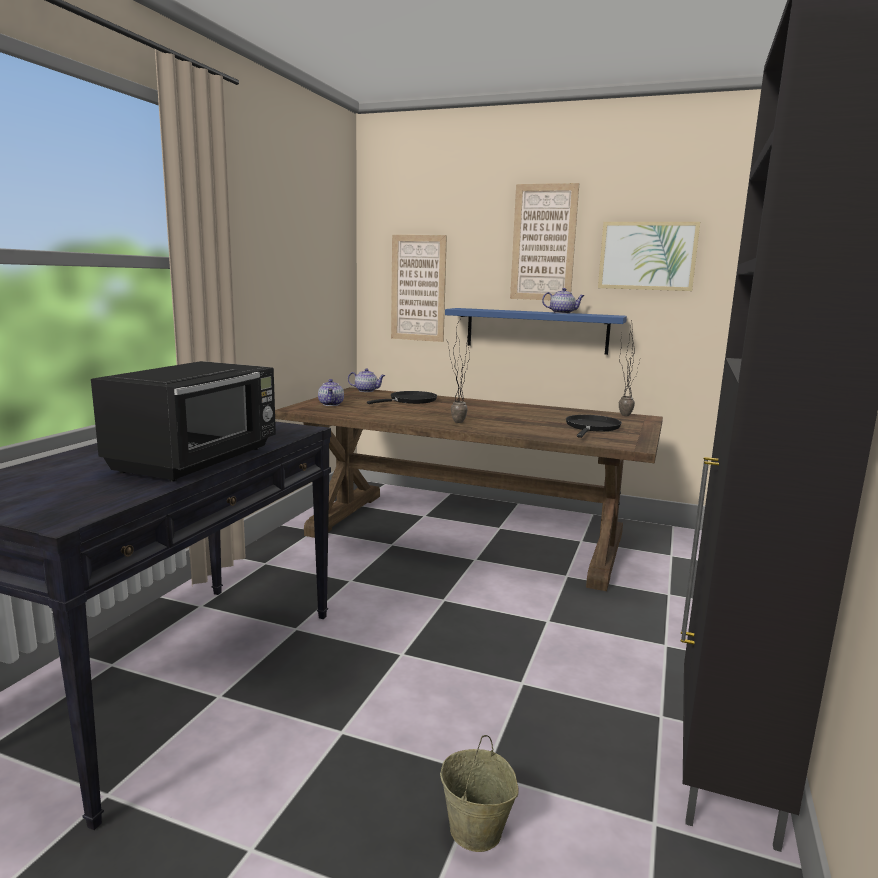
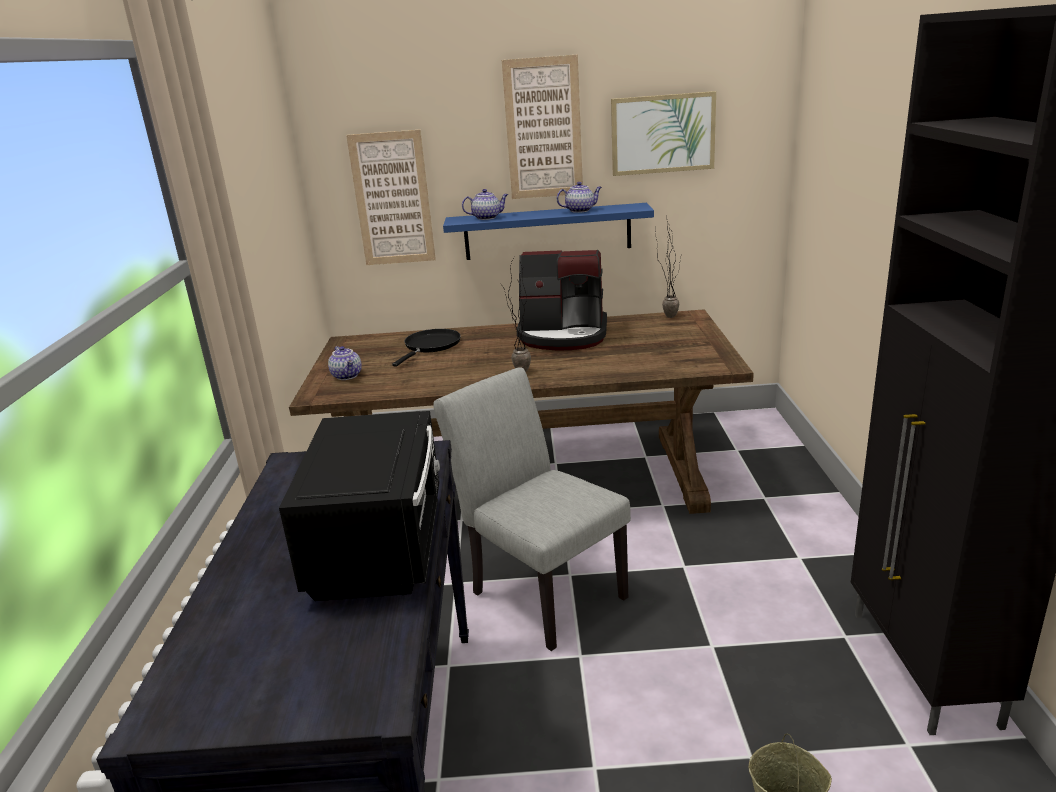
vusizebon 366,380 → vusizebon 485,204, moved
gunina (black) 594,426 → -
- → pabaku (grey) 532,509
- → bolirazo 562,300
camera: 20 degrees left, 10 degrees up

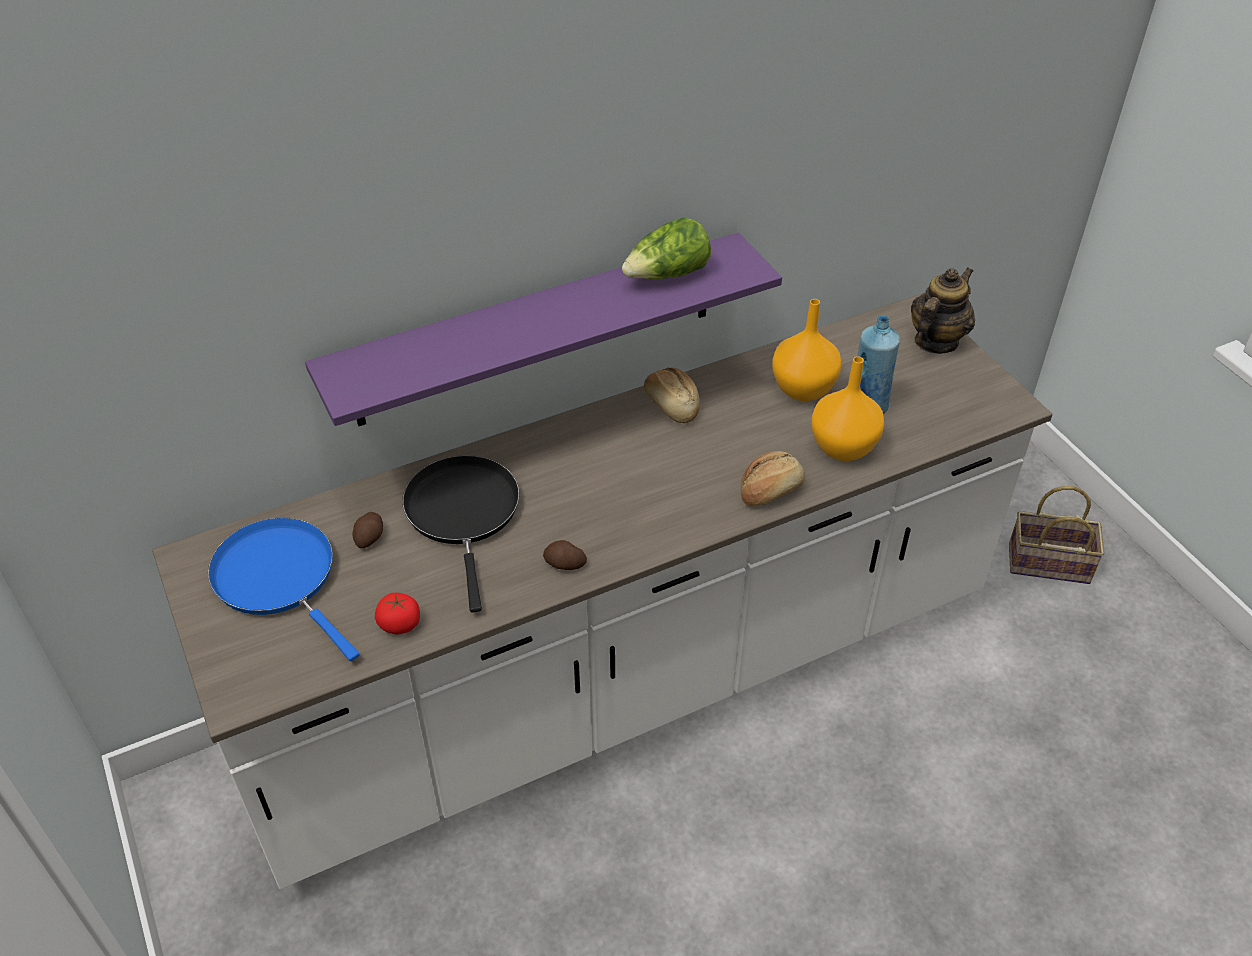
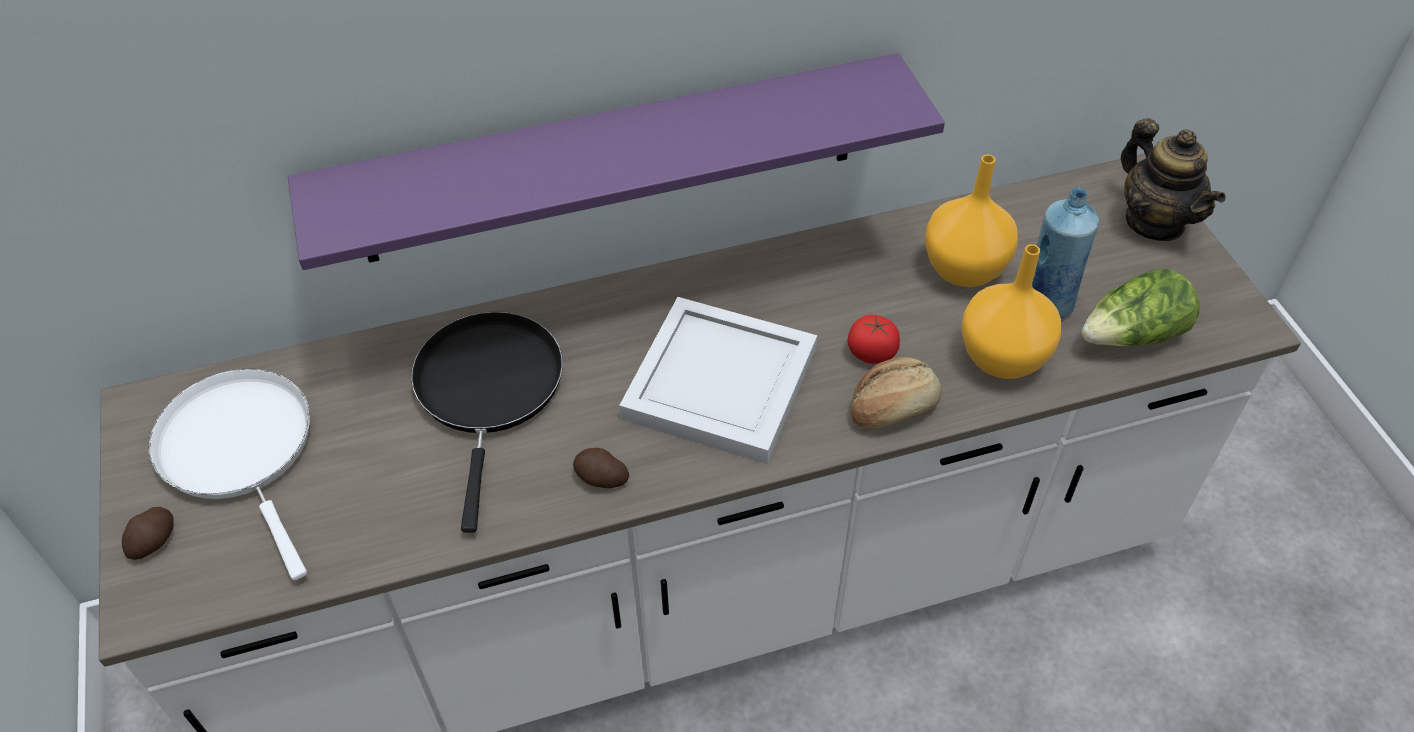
gunina (blue) 283,589 → gunina (white) 229,474
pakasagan 367,530 → pakasagan 148,533, moved
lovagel 397,613 → lovagel 874,339, moved
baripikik 666,248 → baripikik 1140,308, moved
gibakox 672,395 → -
vusizebon 943,310 → vusizebon 1173,179, 105 degrees clockwise
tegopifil 1056,535 → -
- → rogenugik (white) 718,380
camera: 10 degrees right, 5 degrees up

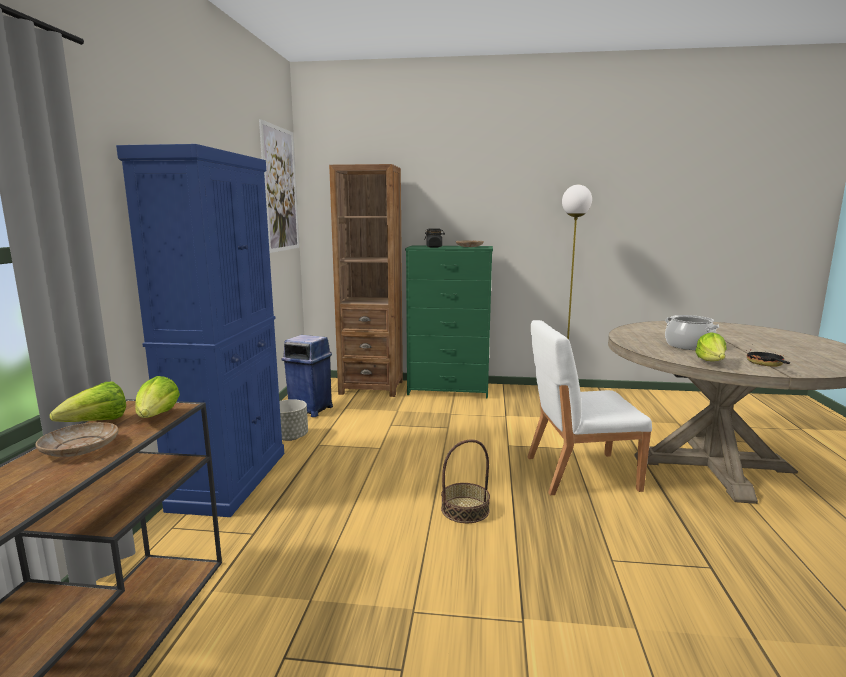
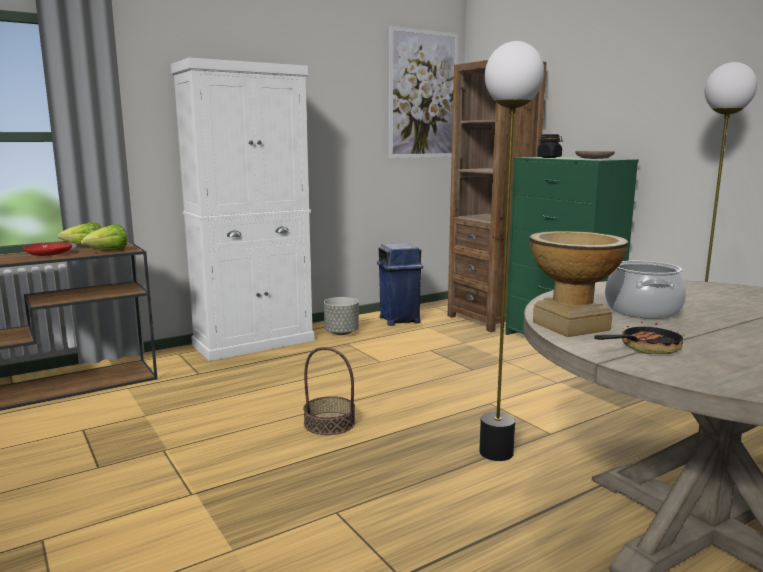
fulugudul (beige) 77,439 → fulugudul (red) 47,249
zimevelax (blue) 200,330 → zimevelax (white) 243,209
pabaku (white) 589,407 → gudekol 511,251
baripikik 711,346 → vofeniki 578,284
camera: 50 degrees right, 0 degrees up

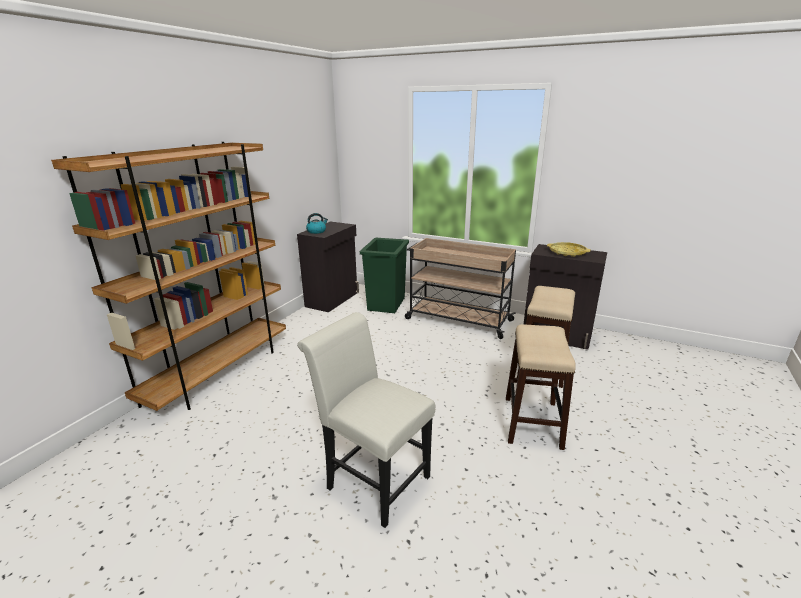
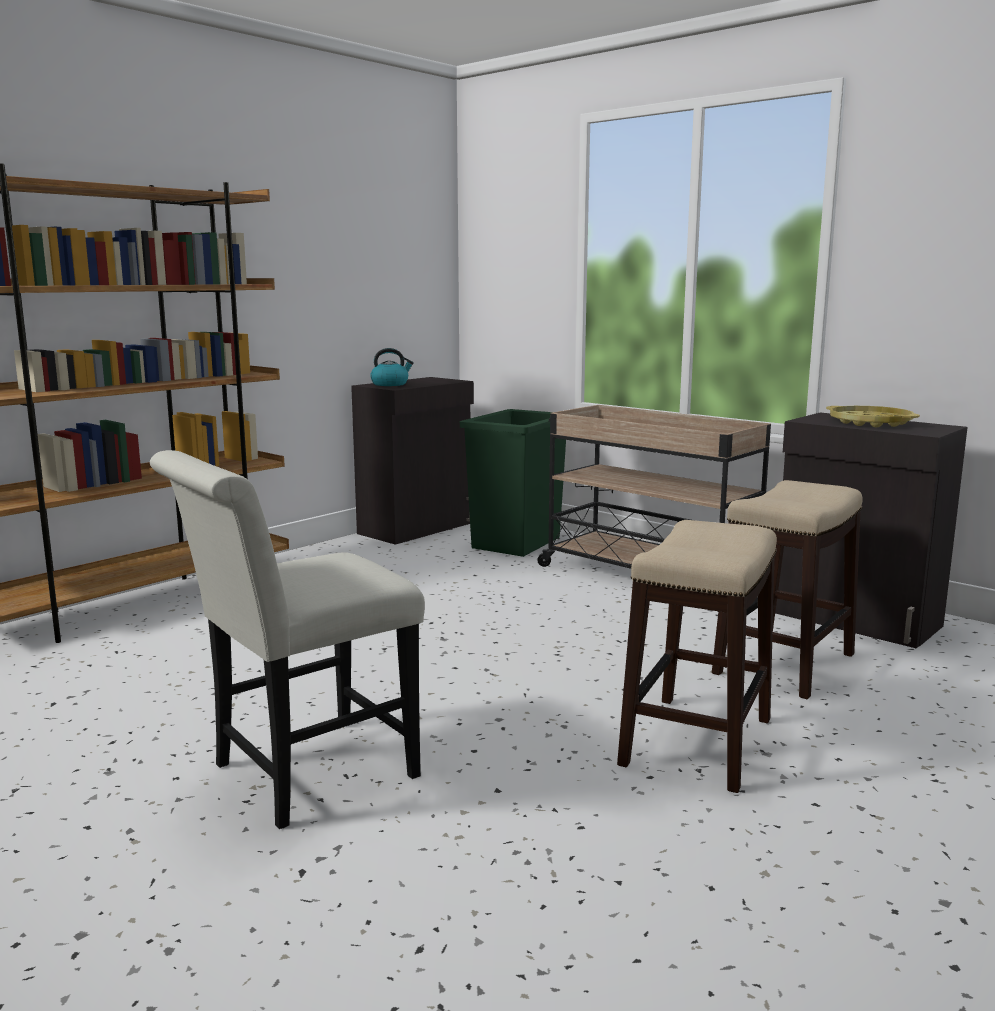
pabaku (white) 366,420 → pabaku (white) 287,639, 90 degrees counterclockwise
camera: 15 degrees right, 10 degrees down

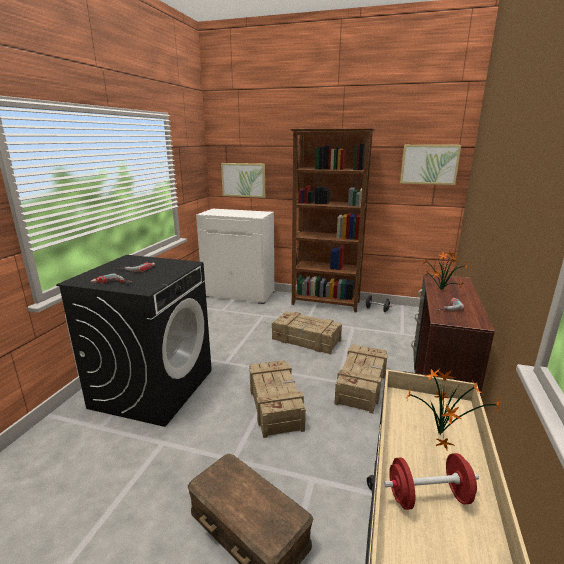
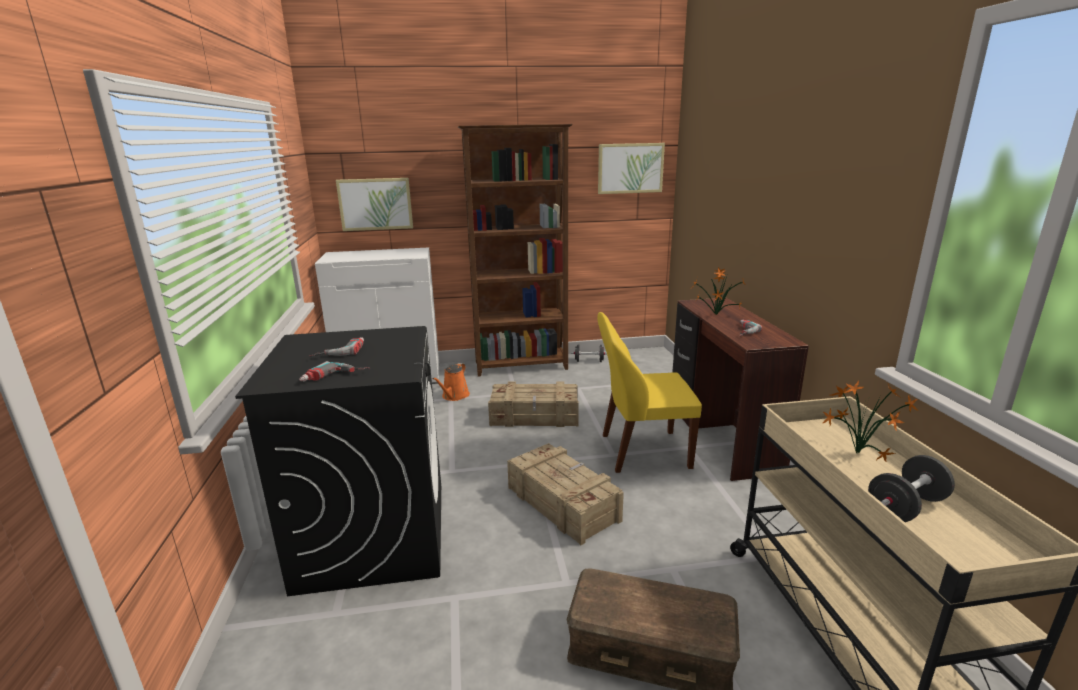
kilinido 361,379 → pabaku (yellow) 649,392
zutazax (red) 431,481 → zutazax (black) 911,488
- → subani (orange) 451,382
camera: 25 degrees left, 0 degrees up

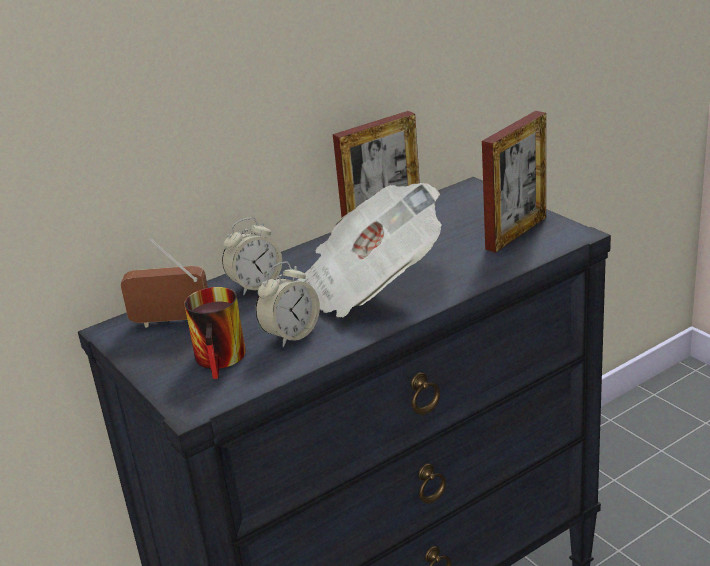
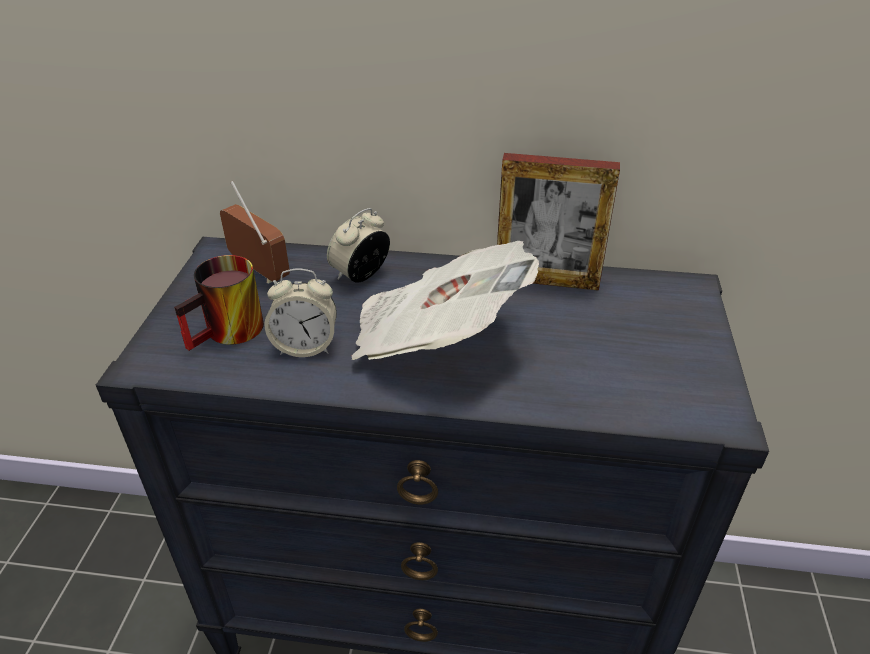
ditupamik 252,256 → ditupamik 358,245, 120 degrees clockwise
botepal 514,182 → -
camera: 40 degrees right, 10 degrees up

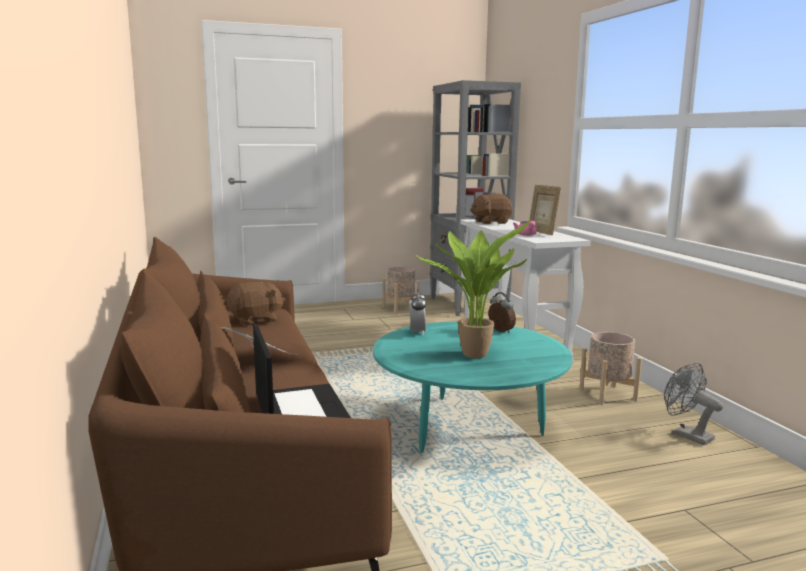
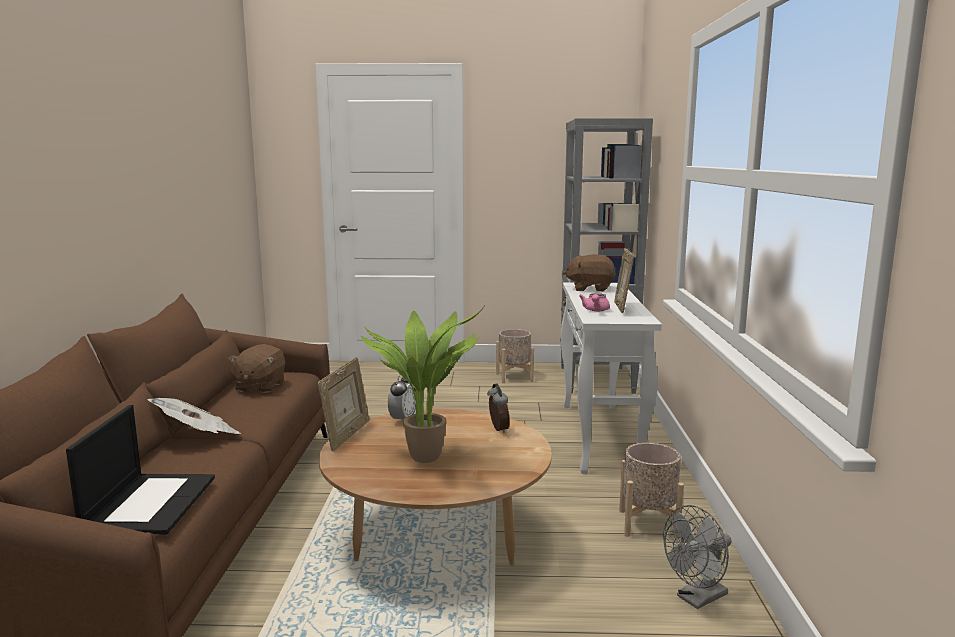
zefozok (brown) 256,304 → zefozok (brown) 256,368, 105 degrees clockwise
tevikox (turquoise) 473,387 → tevikox (brown) 435,487
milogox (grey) 694,403 → milogox (grey) 697,557, 105 degrees counterclockwise
- → botepal 343,404
camera: 20 degrees right, 0 degrees up

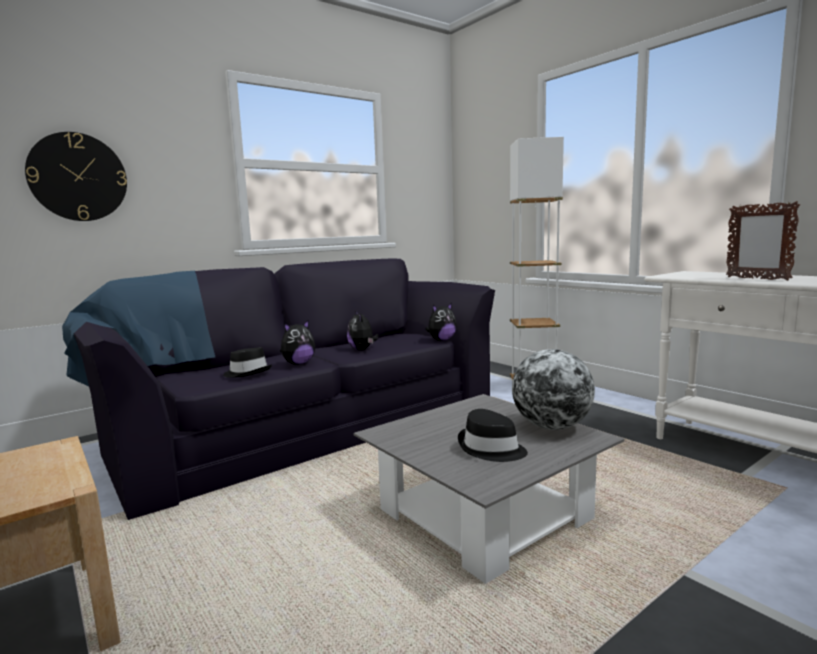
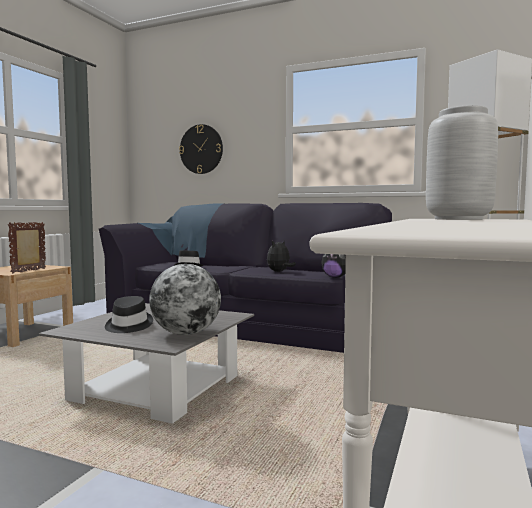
zefozok 297,342 → -
botepal 763,241 → botepal 27,247, moved
- → vofeniki (grey) 462,162
camera: 60 degrees right, 5 degrees down

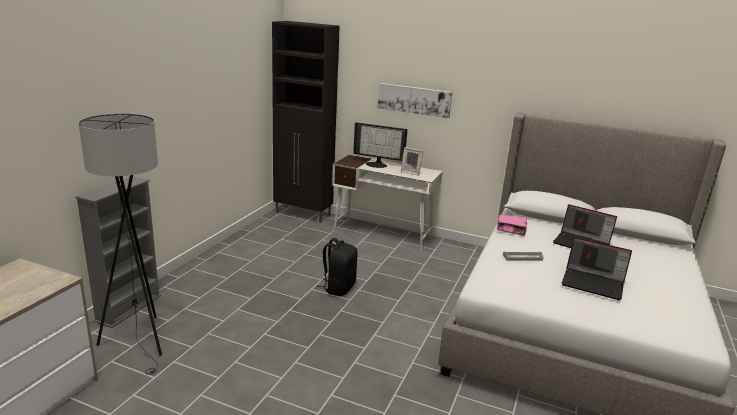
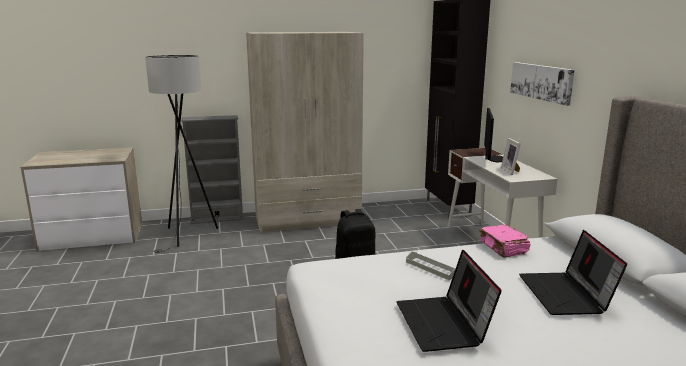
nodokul 380,145 → nodokul 493,135, 150 degrees counterclockwise
- → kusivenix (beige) 305,132
camera: 55 degrees right, 5 degrees down

